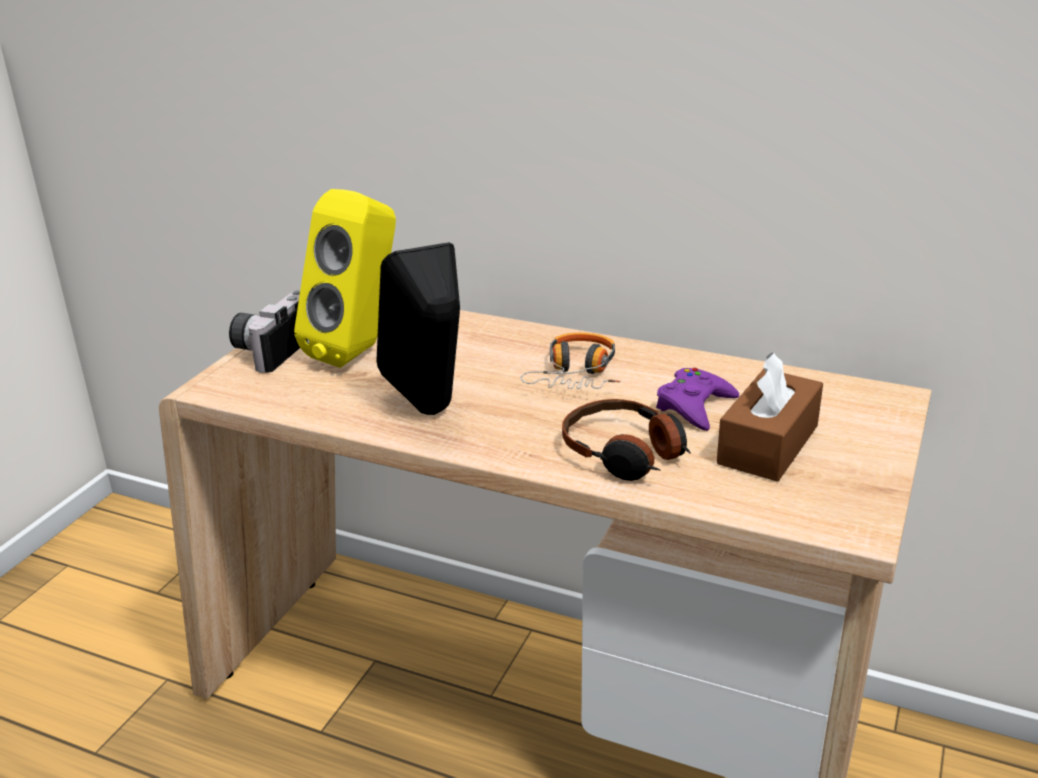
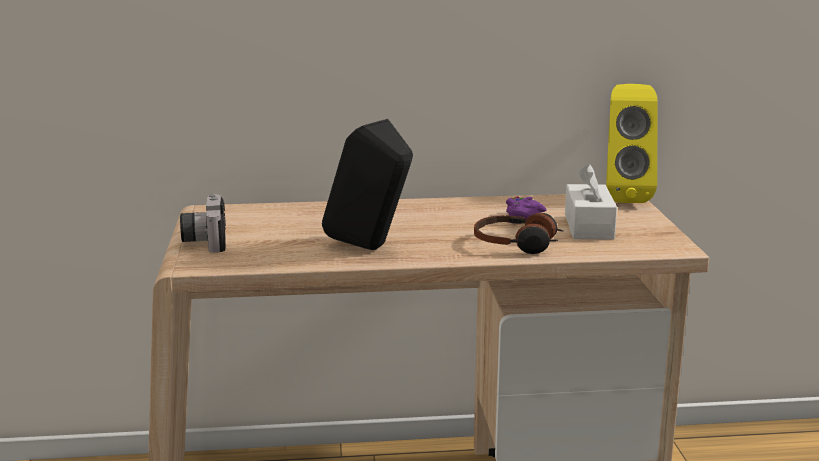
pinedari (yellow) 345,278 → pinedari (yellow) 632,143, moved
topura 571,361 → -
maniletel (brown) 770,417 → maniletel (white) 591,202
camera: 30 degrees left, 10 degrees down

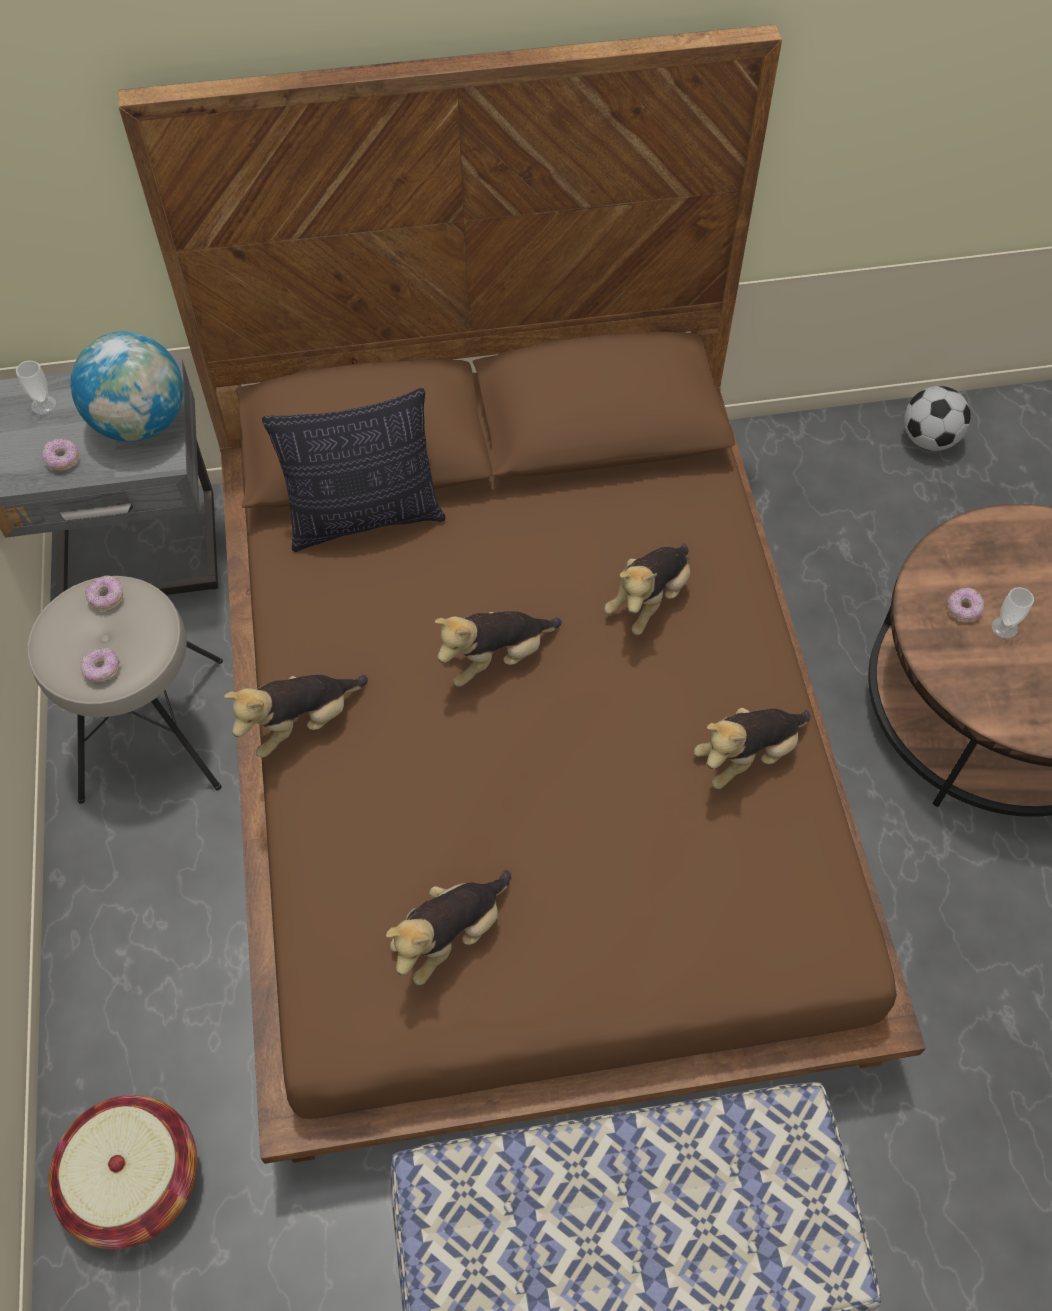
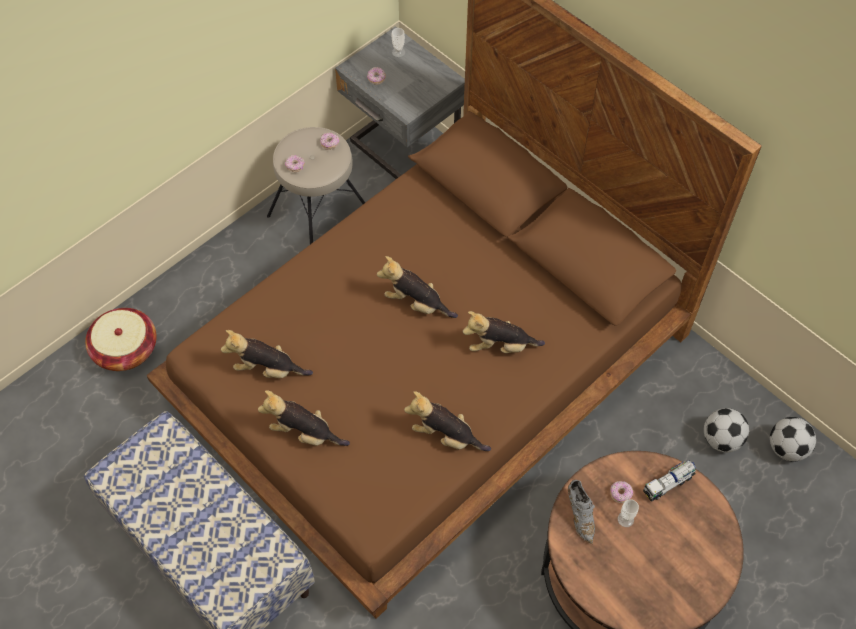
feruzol 127,386 → -
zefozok 296,716 → zefozok 304,418, moved
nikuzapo 354,470 → -
- → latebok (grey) 581,512
- → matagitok 669,481
- → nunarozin 726,430
camera: 55 degrees right, 0 degrees up

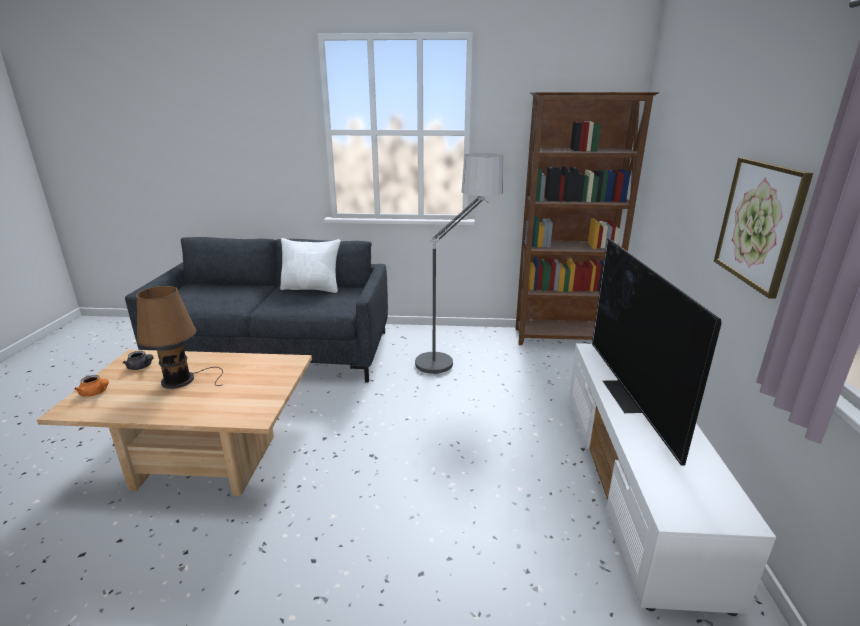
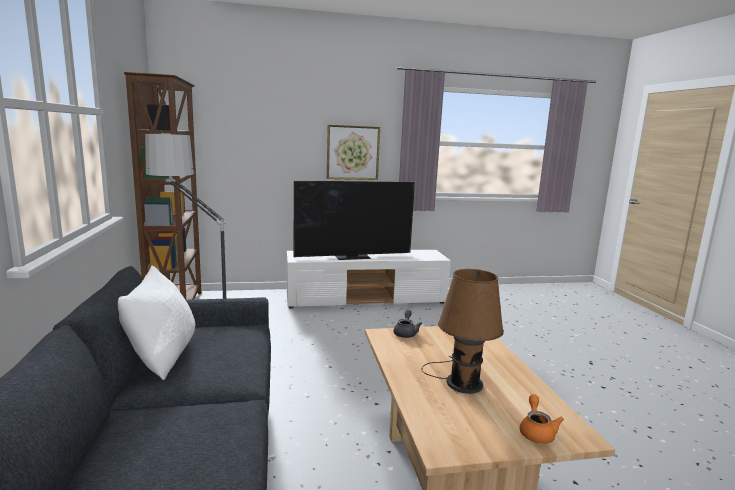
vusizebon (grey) 138,360 → vusizebon (grey) 408,324, moved
camera: 105 degrees left, 10 degrees down

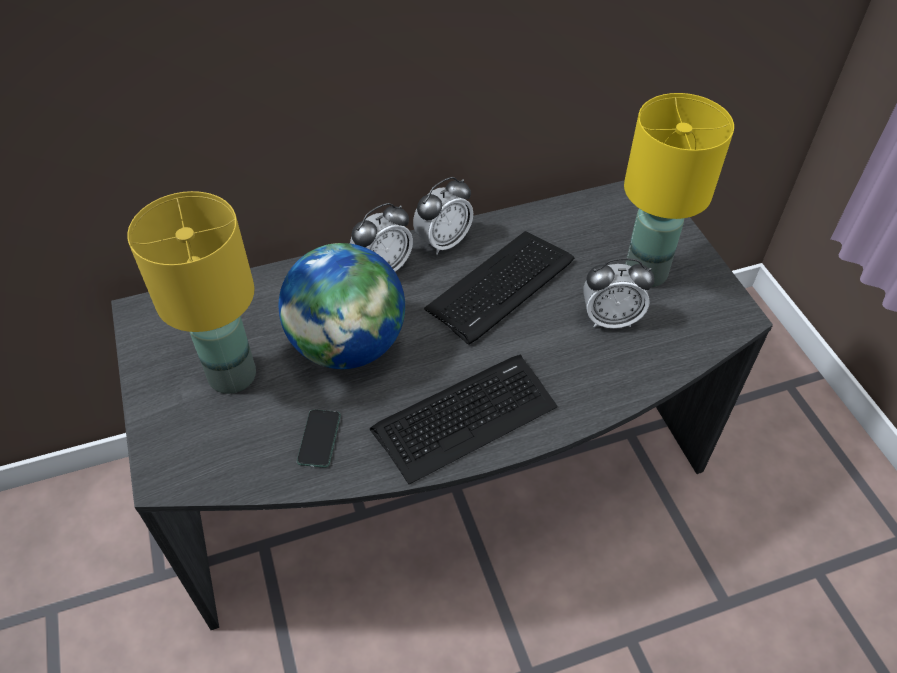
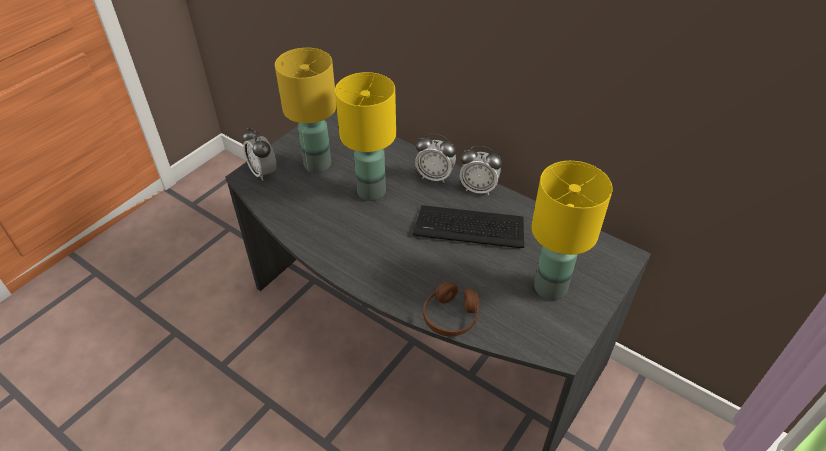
feruzol 342,306 → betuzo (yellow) 365,136
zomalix 319,438 → -
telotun 464,419 → -
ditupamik 618,293 → ditupamik 259,154, moved
- → topura (brown) 451,308
camera: 55 degrees right, 5 degrees down

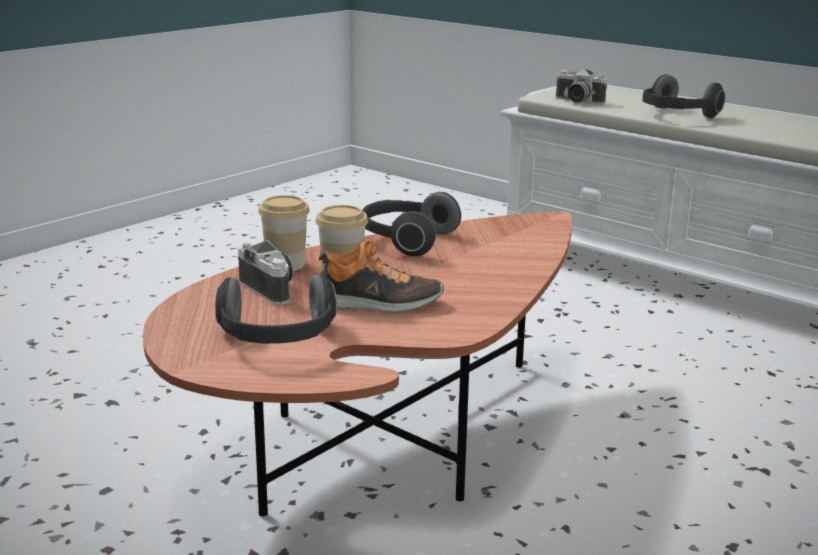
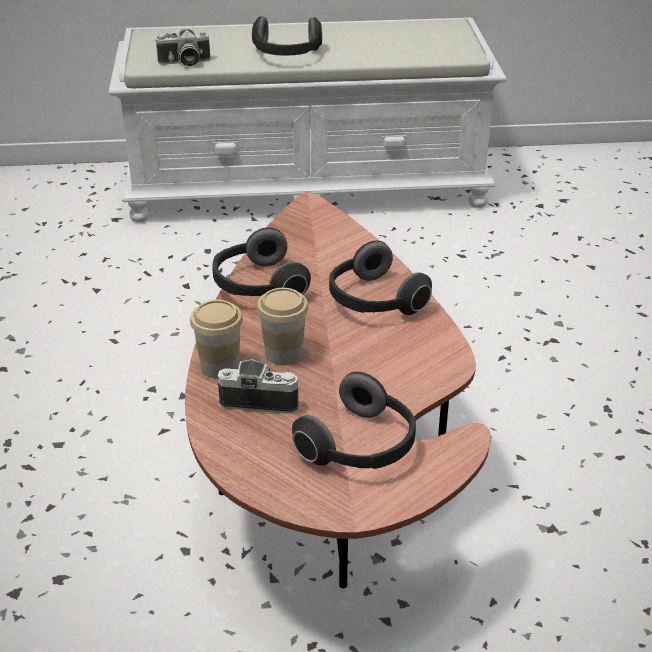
latebok 381,276 → -
- → topura 380,277
camera: 45 degrees left, 15 degrees up

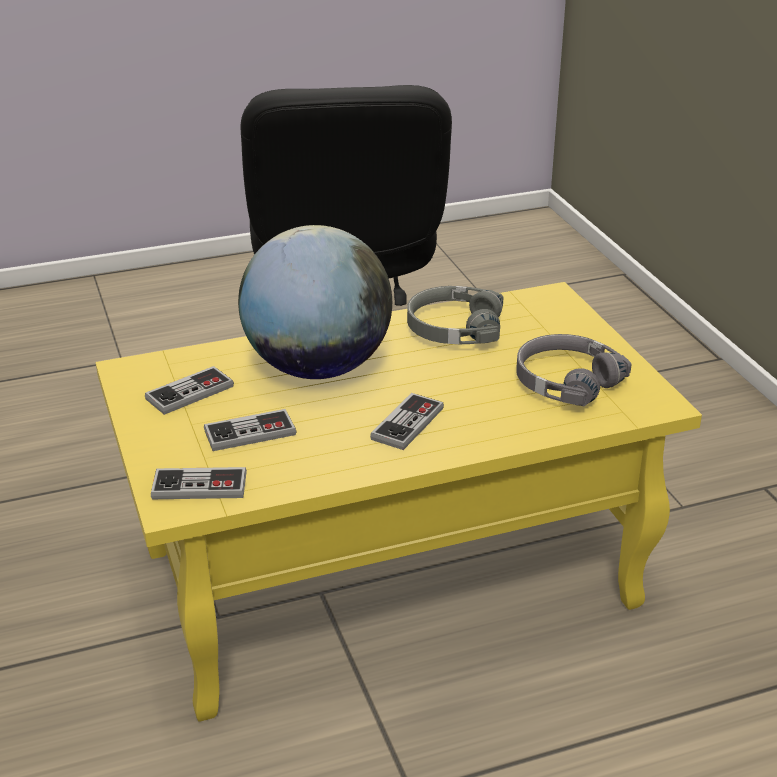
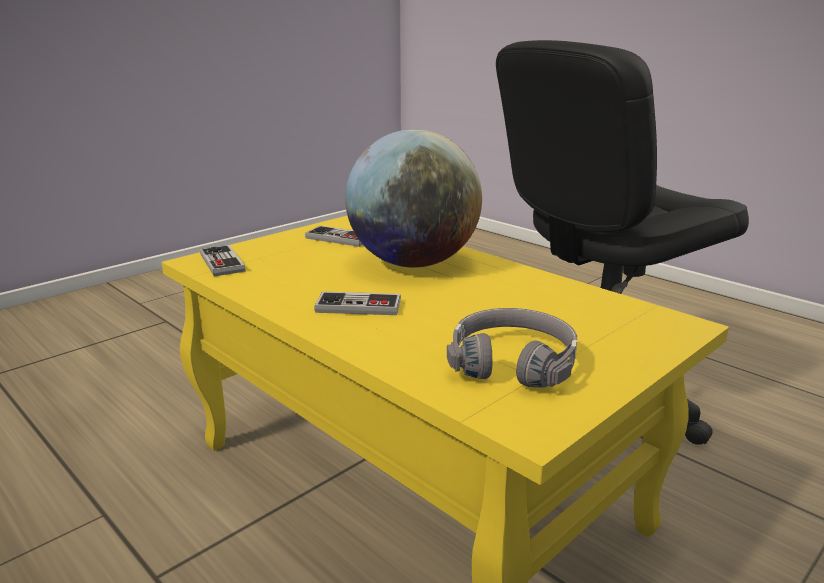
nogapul 250,430 → -
topura (grey) 455,315 → -
camera: 65 degrees right, 10 degrees down

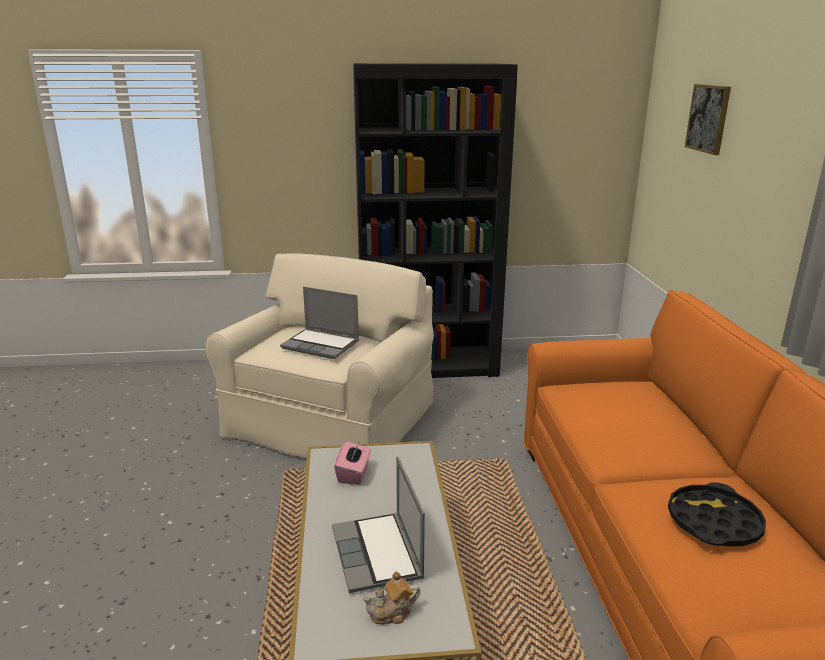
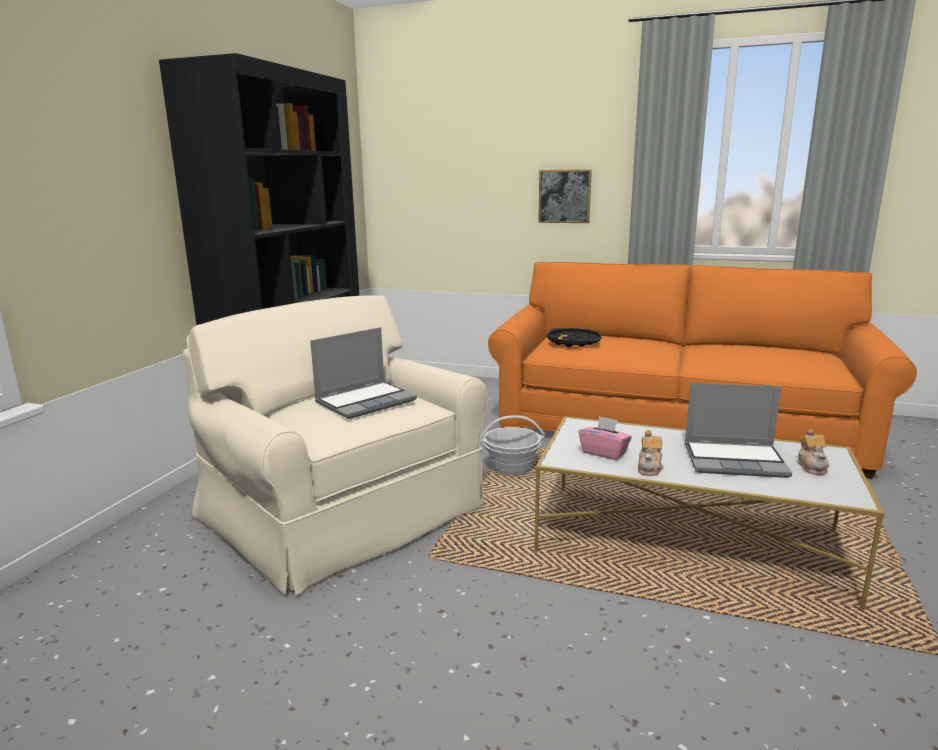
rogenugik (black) 717,514 → rogenugik (black) 574,337, moved
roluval 708,119 → roluval 565,196, moved
- → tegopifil 513,445
- → vusizebon 650,453
camera: 65 degrees left, 5 degrees down

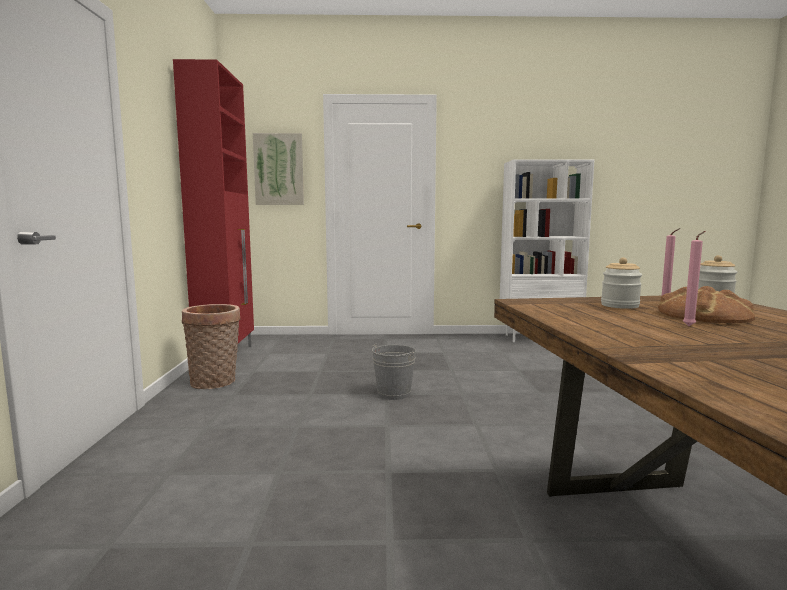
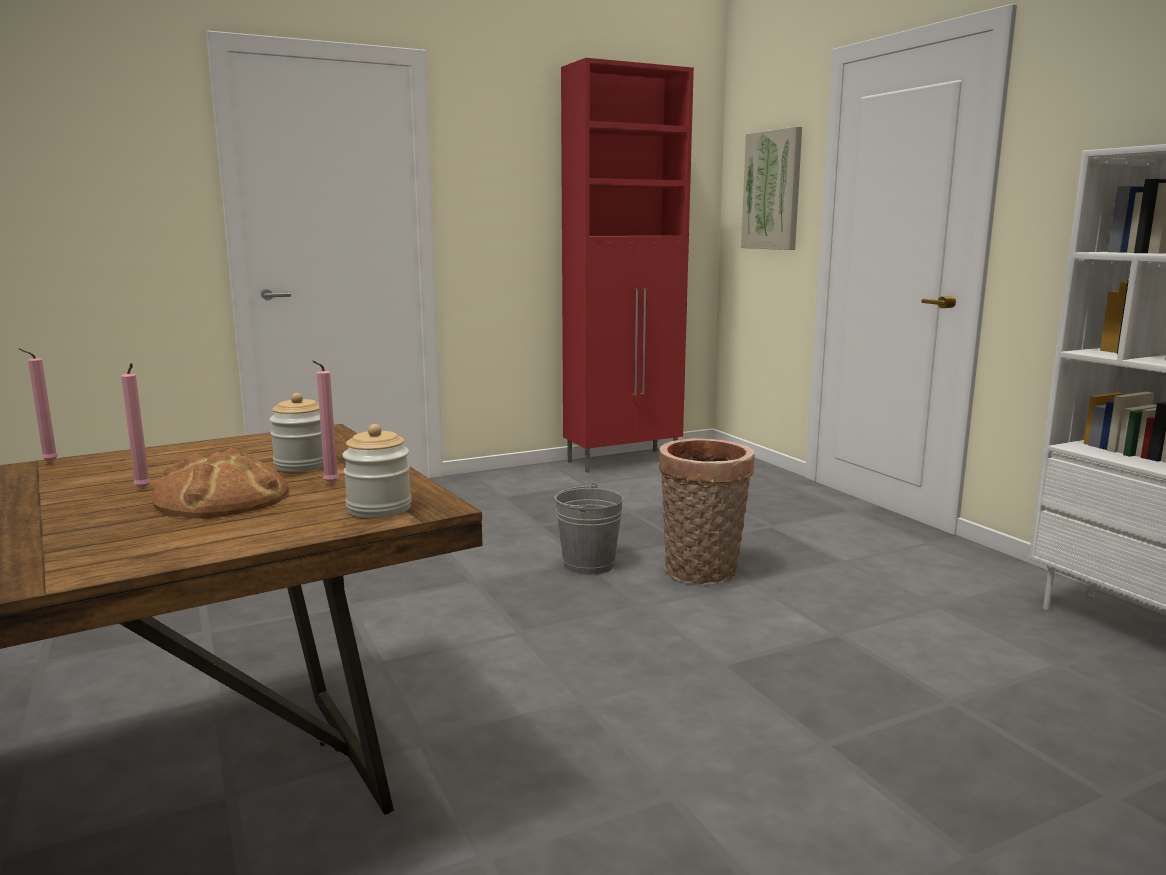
tegopifil 211,346 → tegopifil 706,511, moved
- → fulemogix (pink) 38,405
camera: 65 degrees right, 5 degrees up

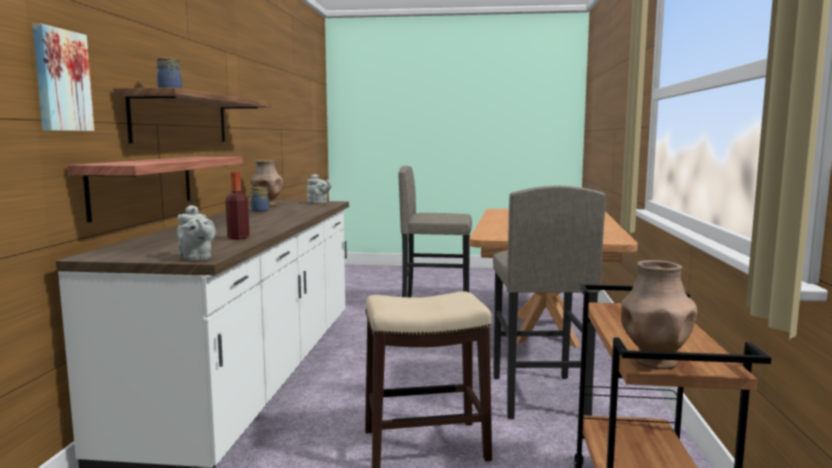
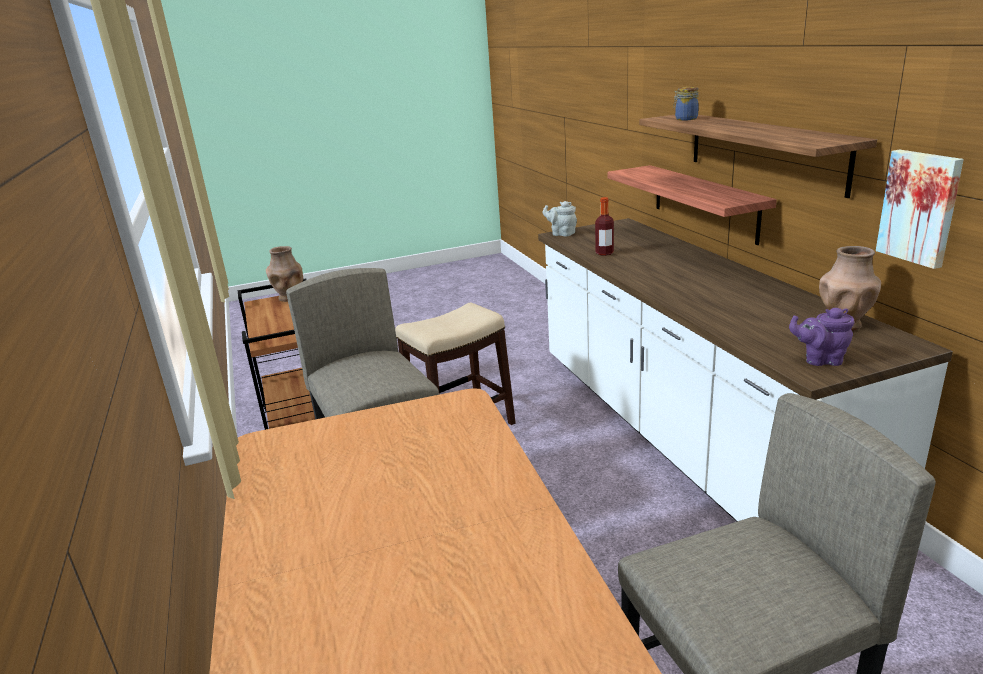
roluval 63,77 → roluval 920,209, moved
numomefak 259,199 → -
vusizebon (grey) 319,188 → vusizebon (purple) 821,337
camera: 155 degrees right, 15 degrees up

